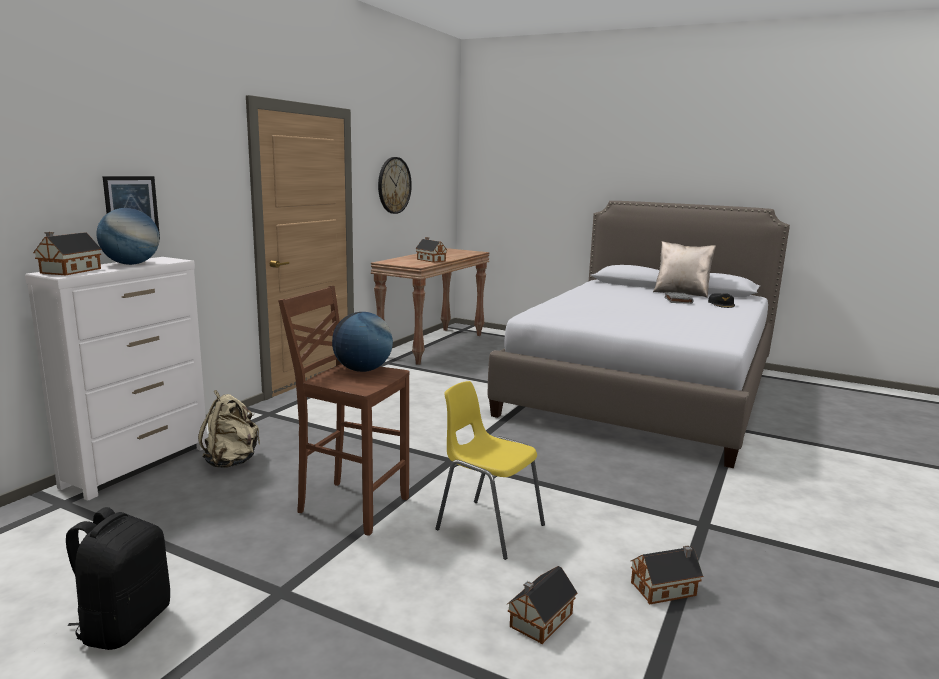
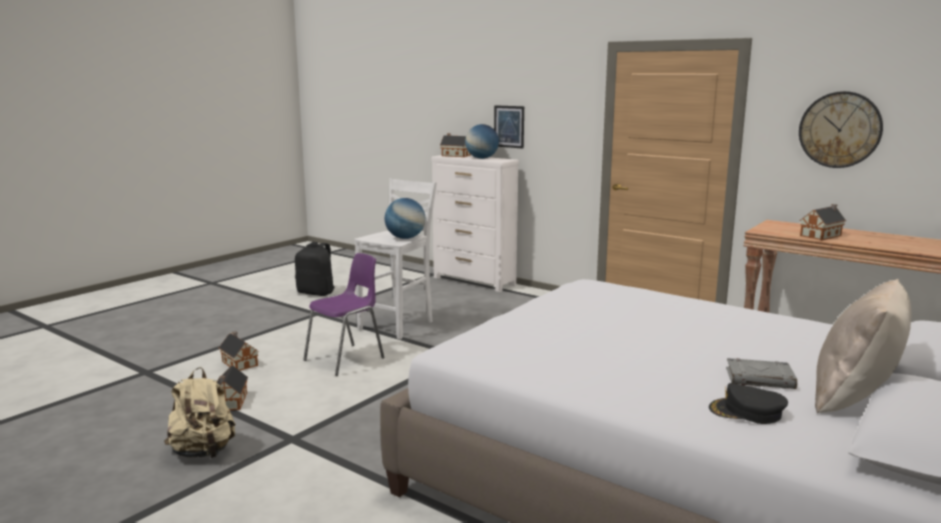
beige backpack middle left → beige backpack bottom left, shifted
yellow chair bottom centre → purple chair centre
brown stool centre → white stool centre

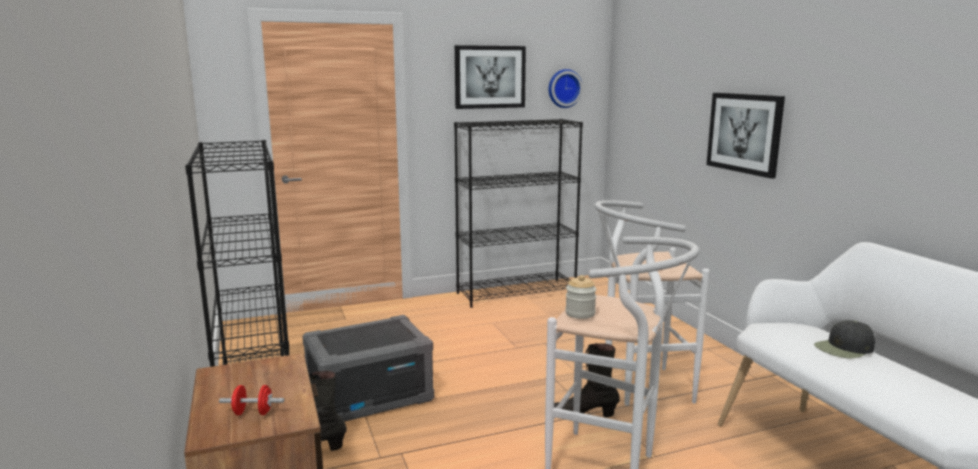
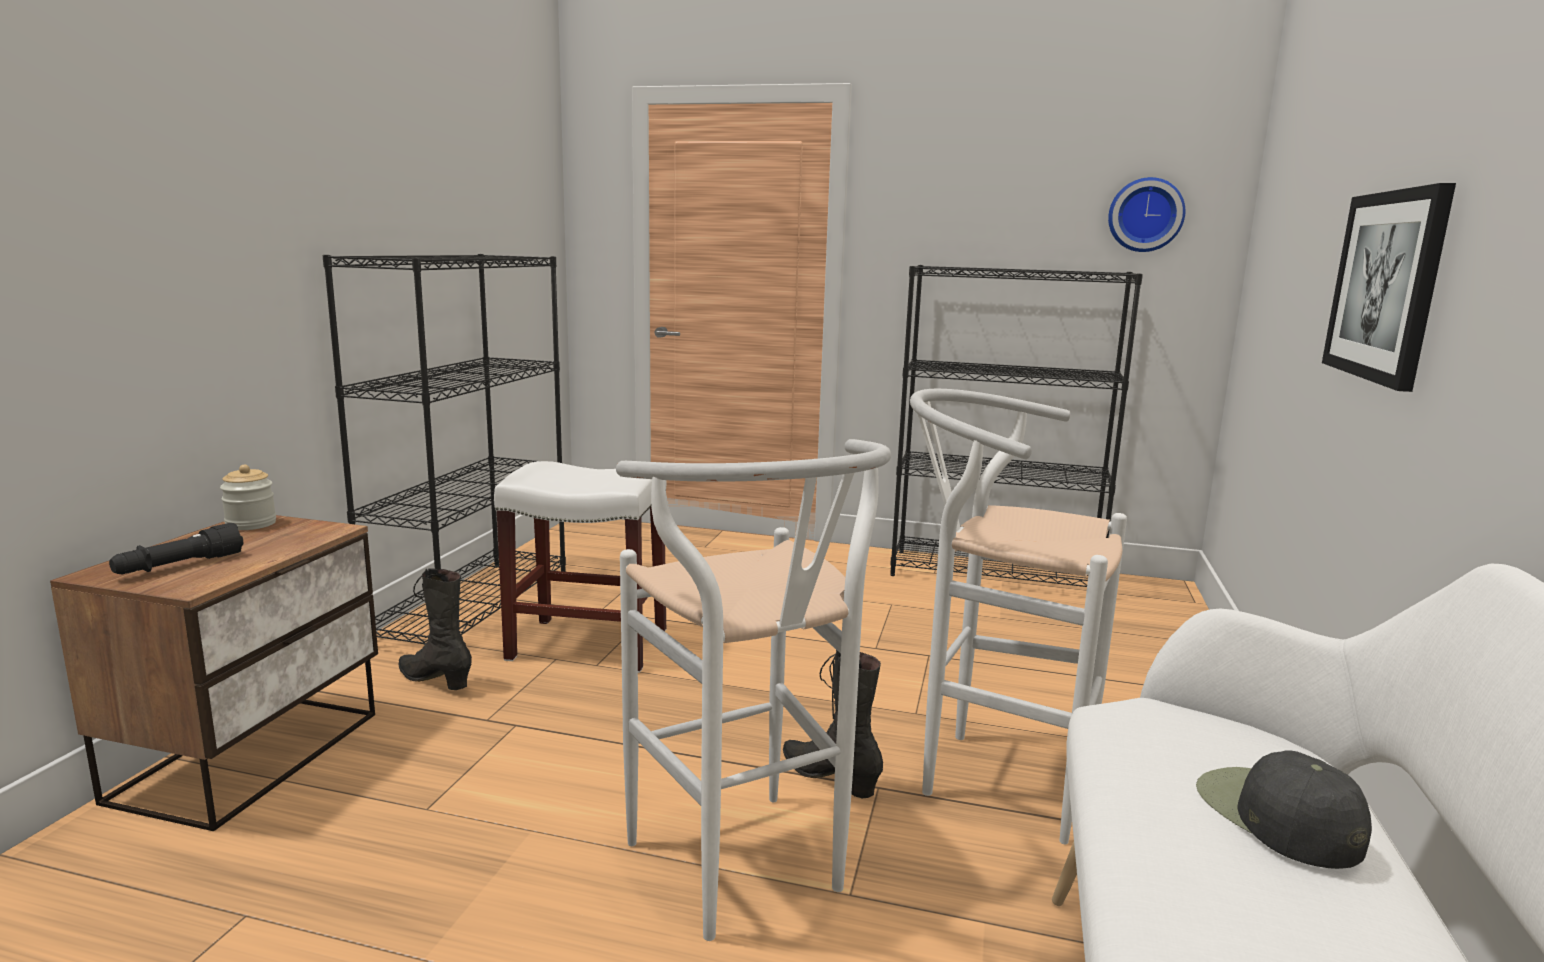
red dumbbell bottom left → black flashlight middle left
jar centre → jar middle left, shifted
grey storage box bottom centre → white stool (no. 1 from left) centre
black cap bottom right, 60 degrees clockwise
picture (no. 1 from left) top centre → -

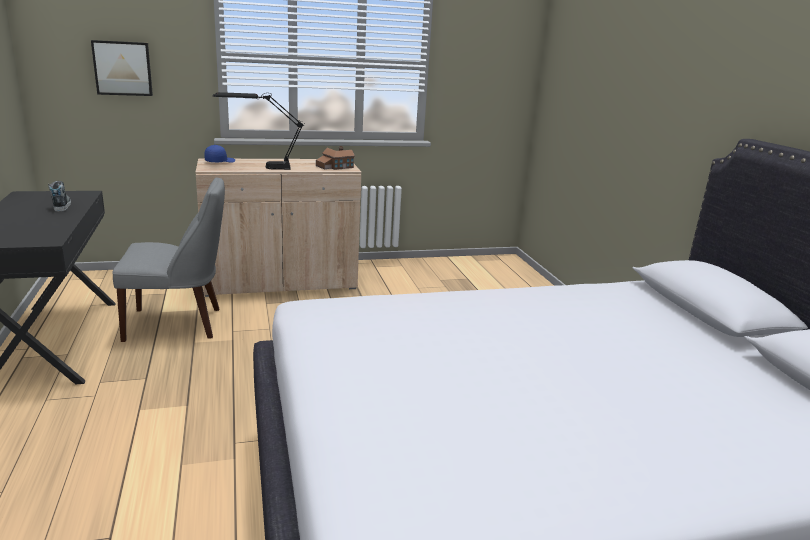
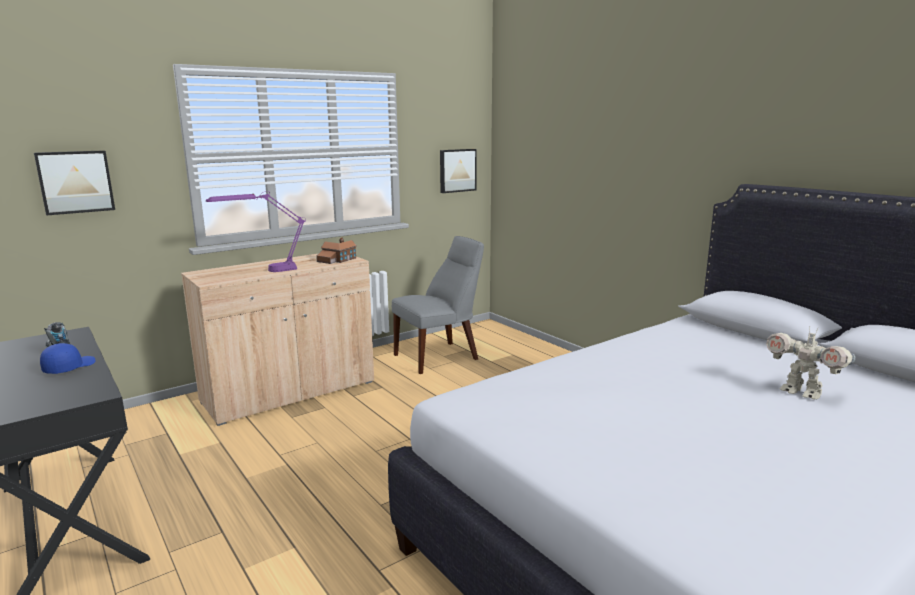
blue cap top left → blue cap middle left, shifted
black table lamp top left → purple table lamp middle left
grey chair middle left → grey chair centre, shifted
- → picture (no. 2 from left) top centre
- → toy robot middle right

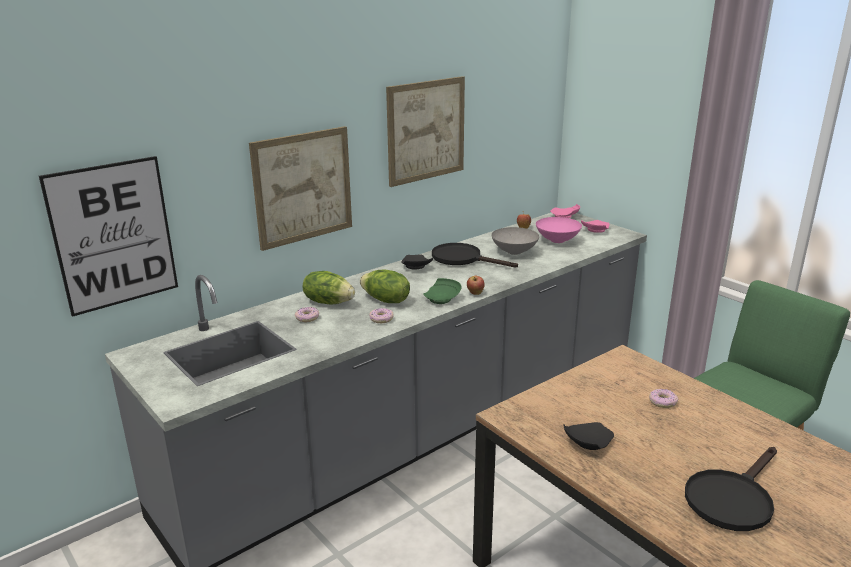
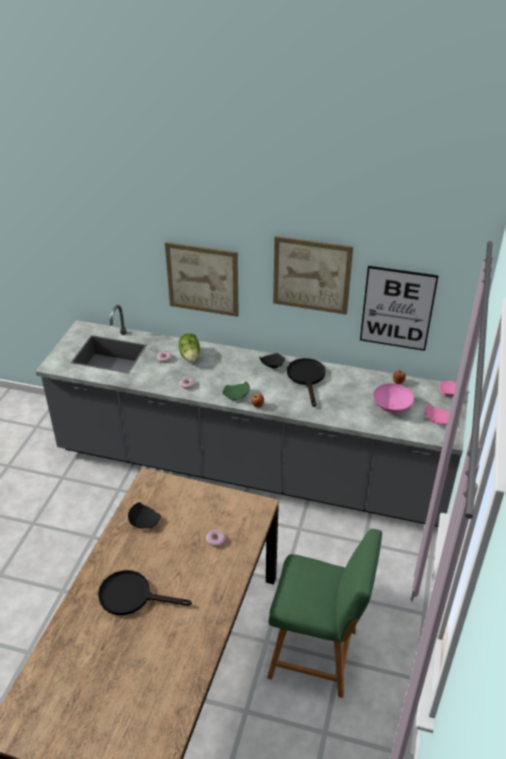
picture (no. 1 from left in the first image) middle left → picture (no. 3 from left) middle right, shifted
lettuce (no. 2 from left) centre → -
grey bowl centre → -

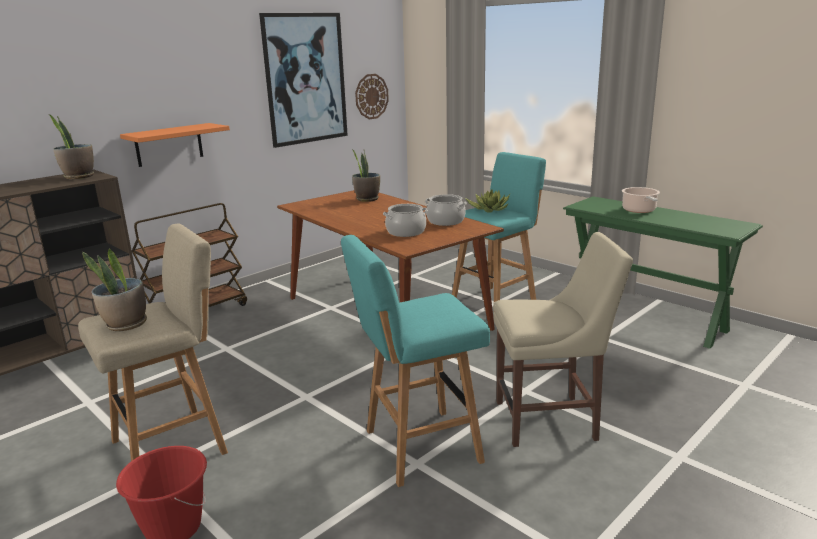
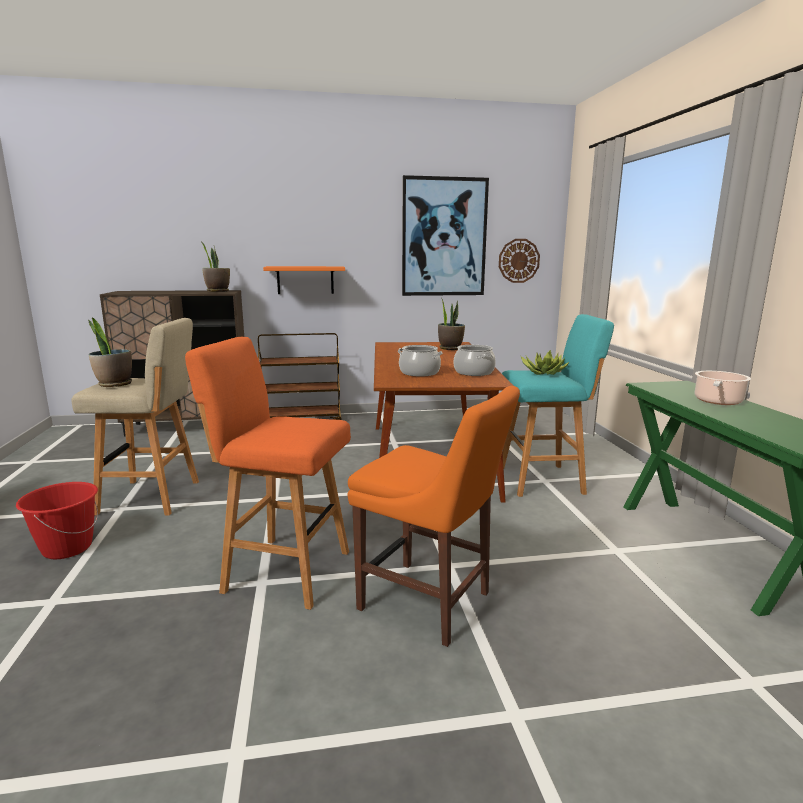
turquoise stool (no. 1 from left) bottom centre → orange stool centre
beige chair middle right → orange chair centre

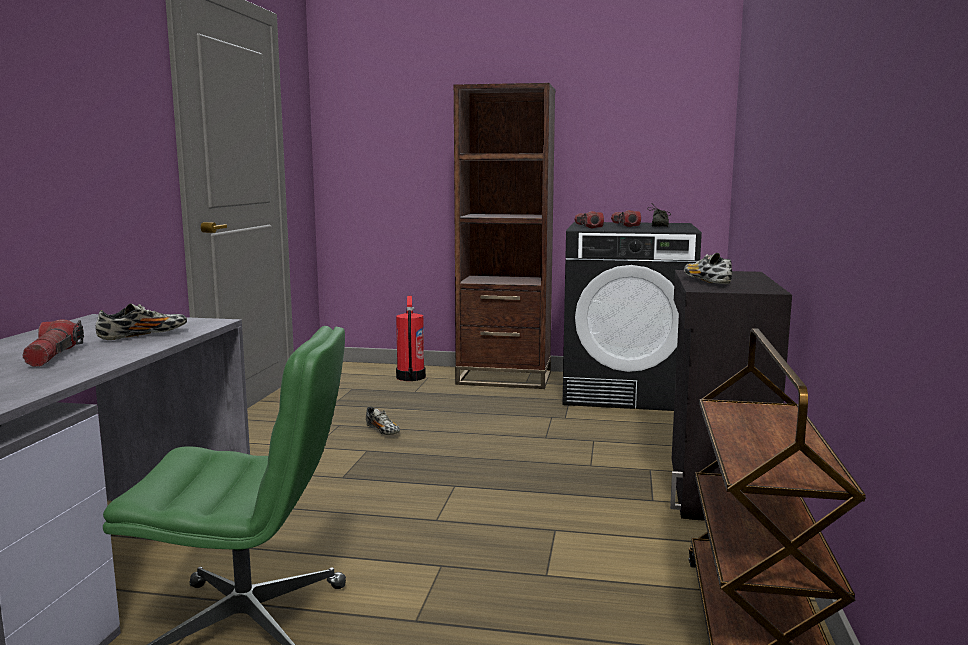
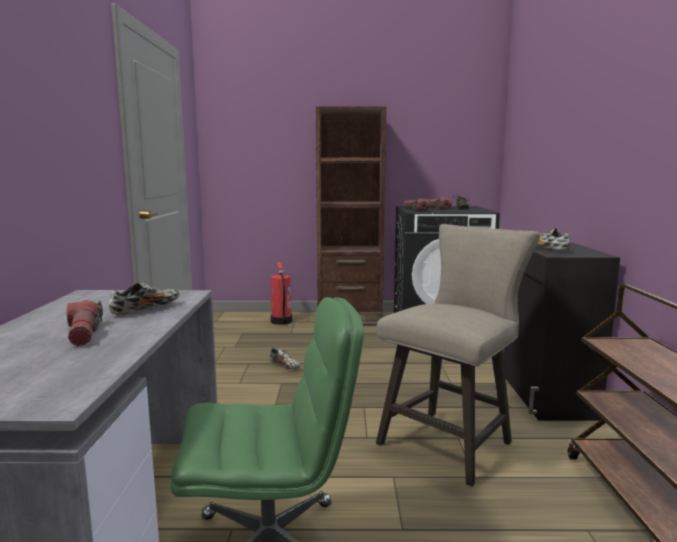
- → beige stool middle right

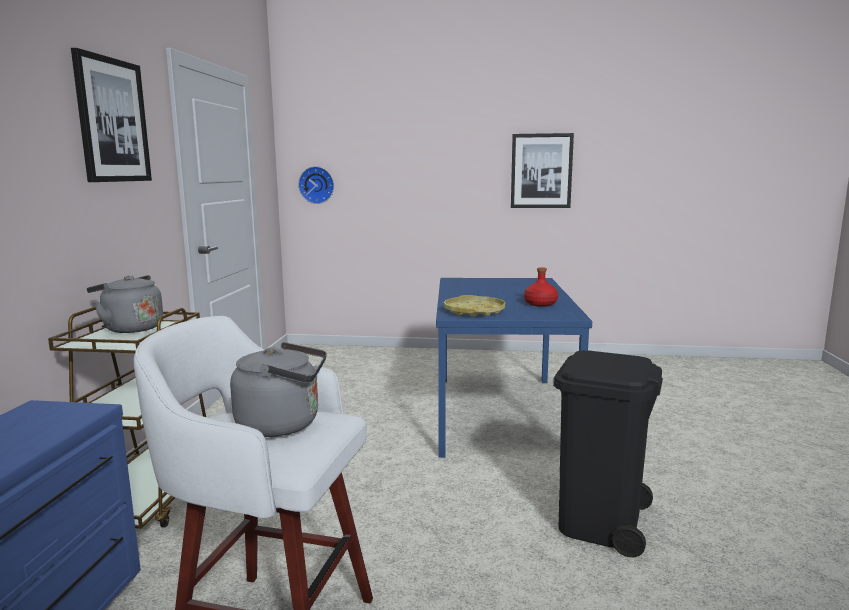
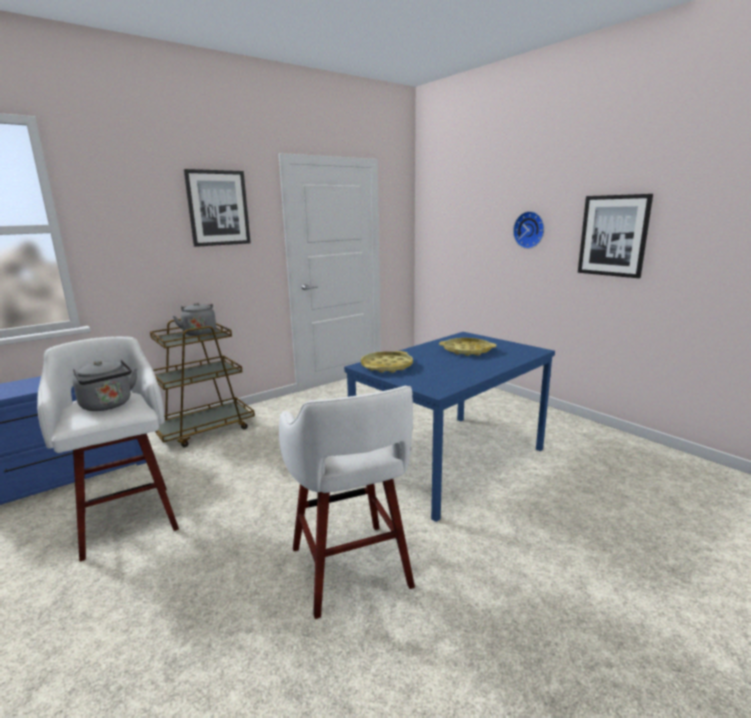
black trash can bottom right → white stool (no. 2 from left) bottom centre
- → yellow tray (no. 2 from left) centre
wall clock top centre → wall clock top right, shifted
red bottle centre → -

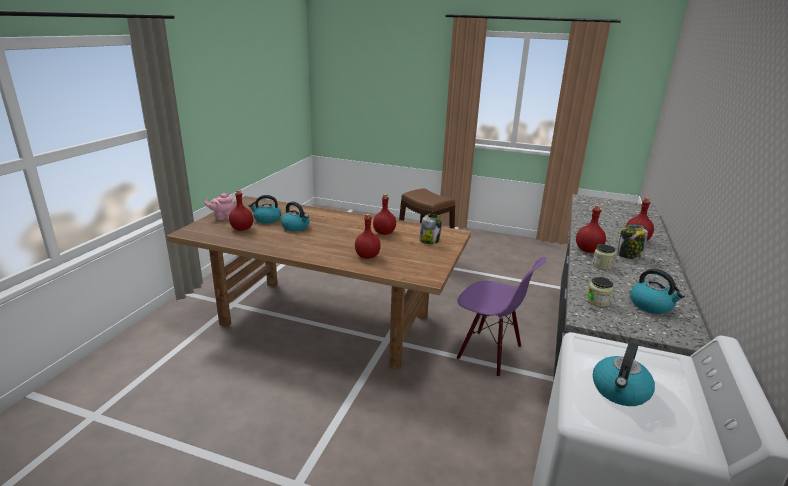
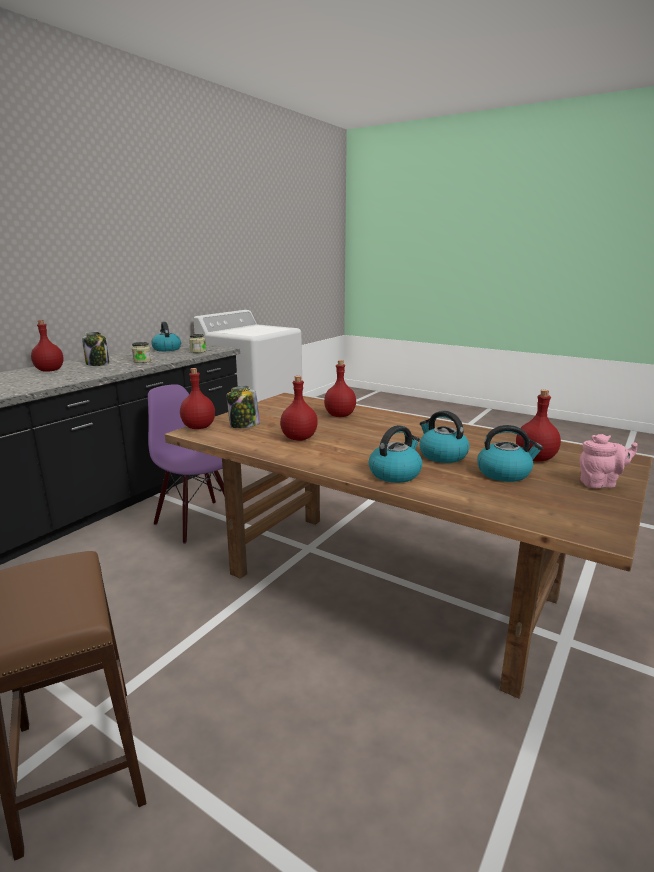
red bottle (no. 4 from left in the first image) middle right → red bottle (no. 2 from left) middle left, shifted
kettle (no. 3 from left in the first image) bottom right → kettle (no. 2 from left) centre, shifted

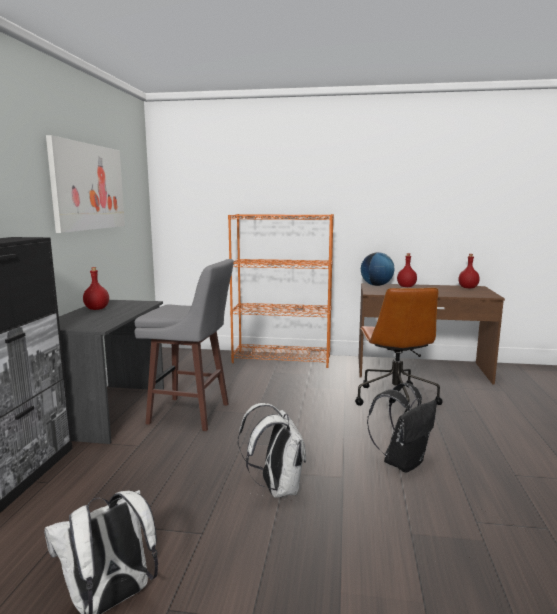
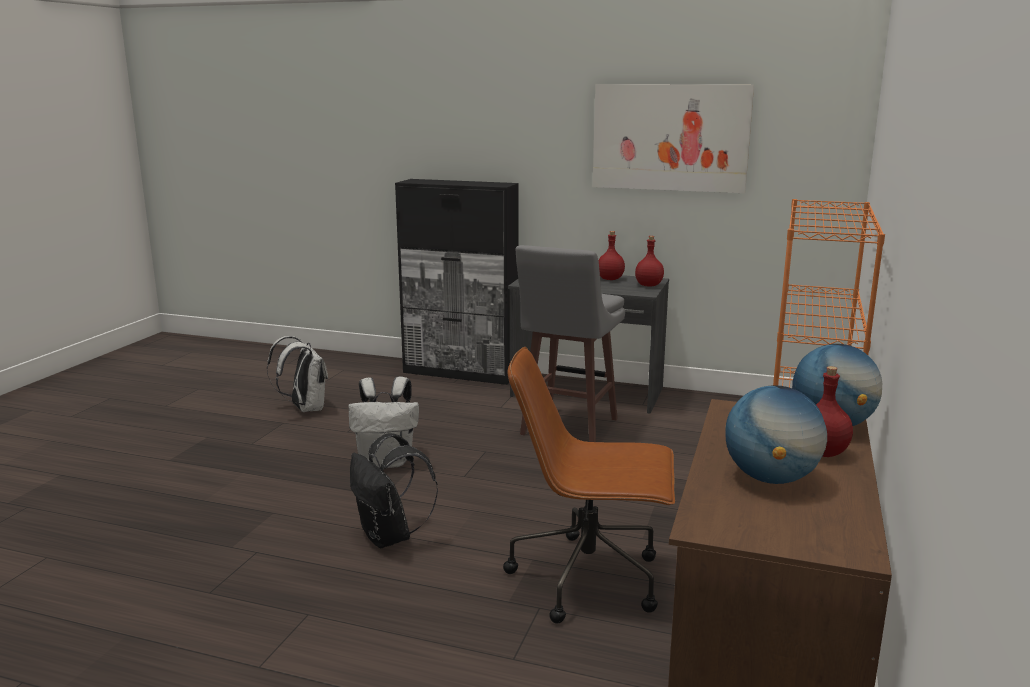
red bottle (no. 3 from left in the first image) middle right → red bottle (no. 2 from left) centre, shifted
- → globe (no. 1 from left) middle right

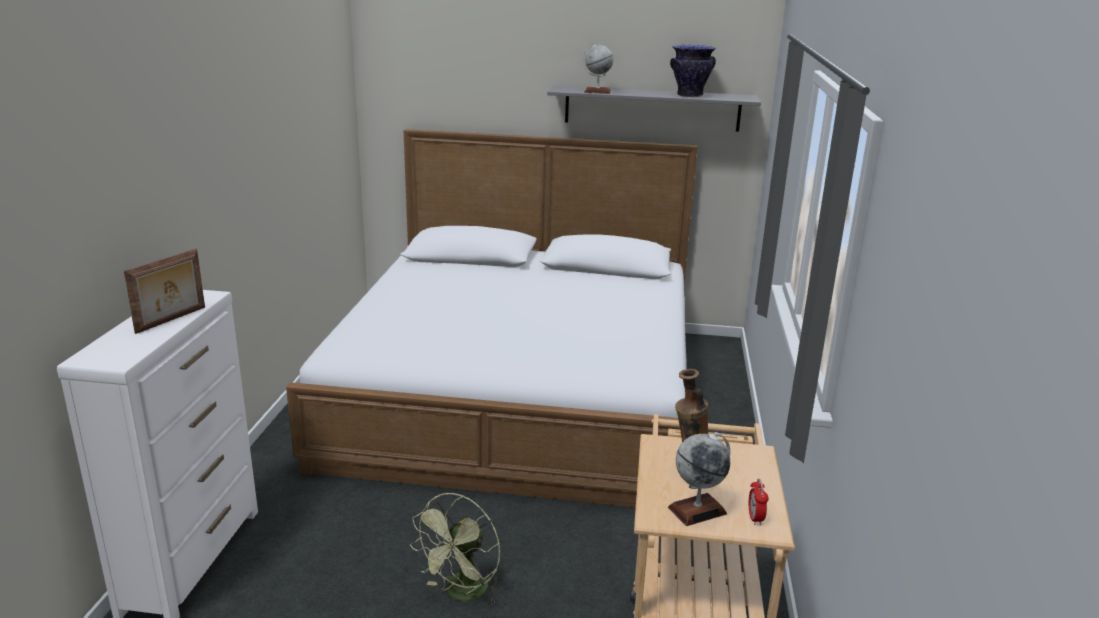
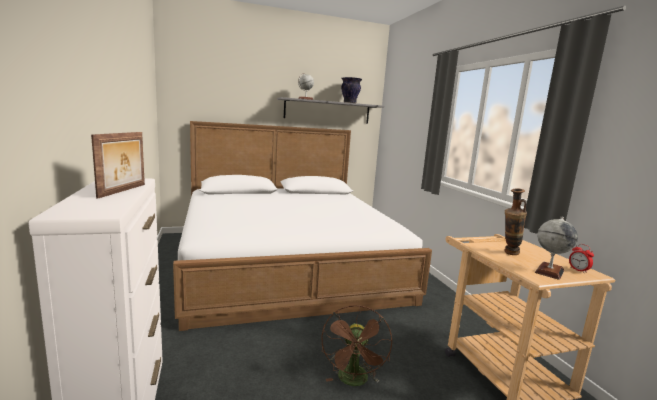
green fan bottom centre → brown fan bottom centre

